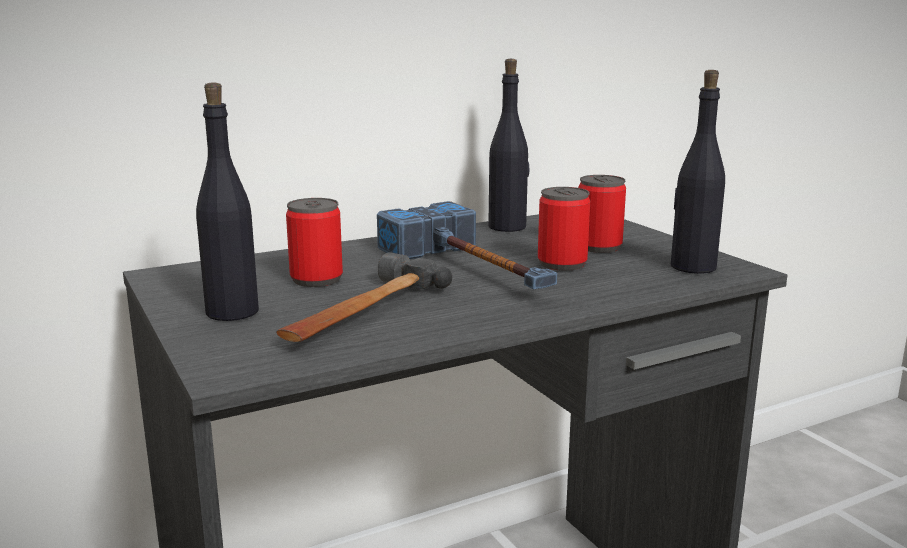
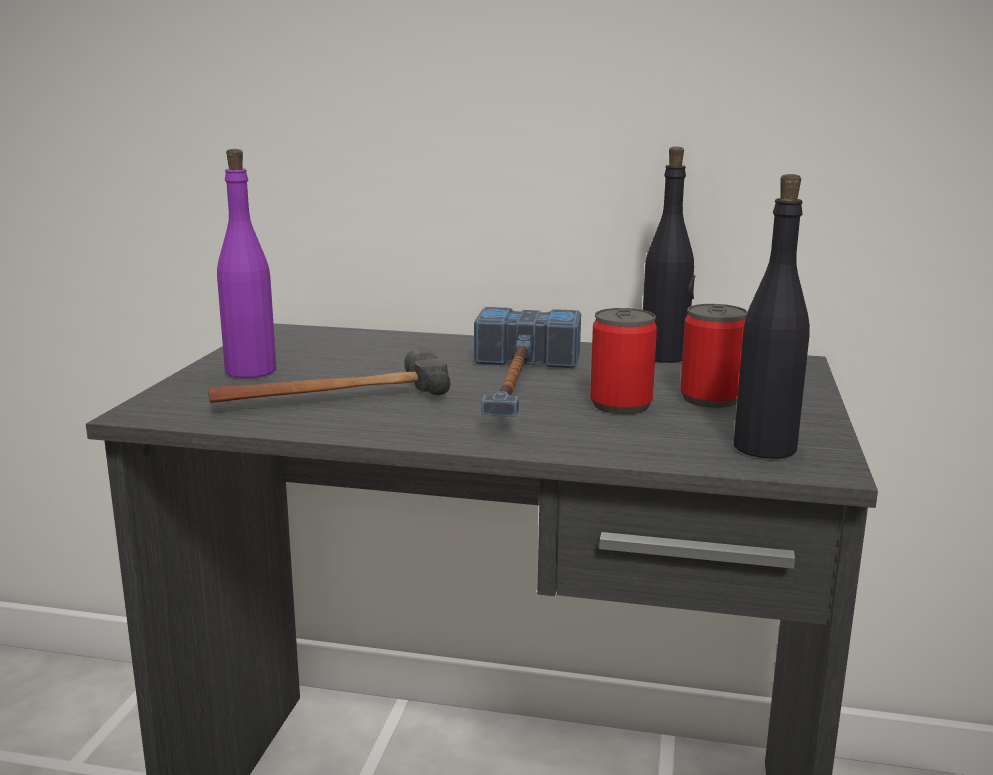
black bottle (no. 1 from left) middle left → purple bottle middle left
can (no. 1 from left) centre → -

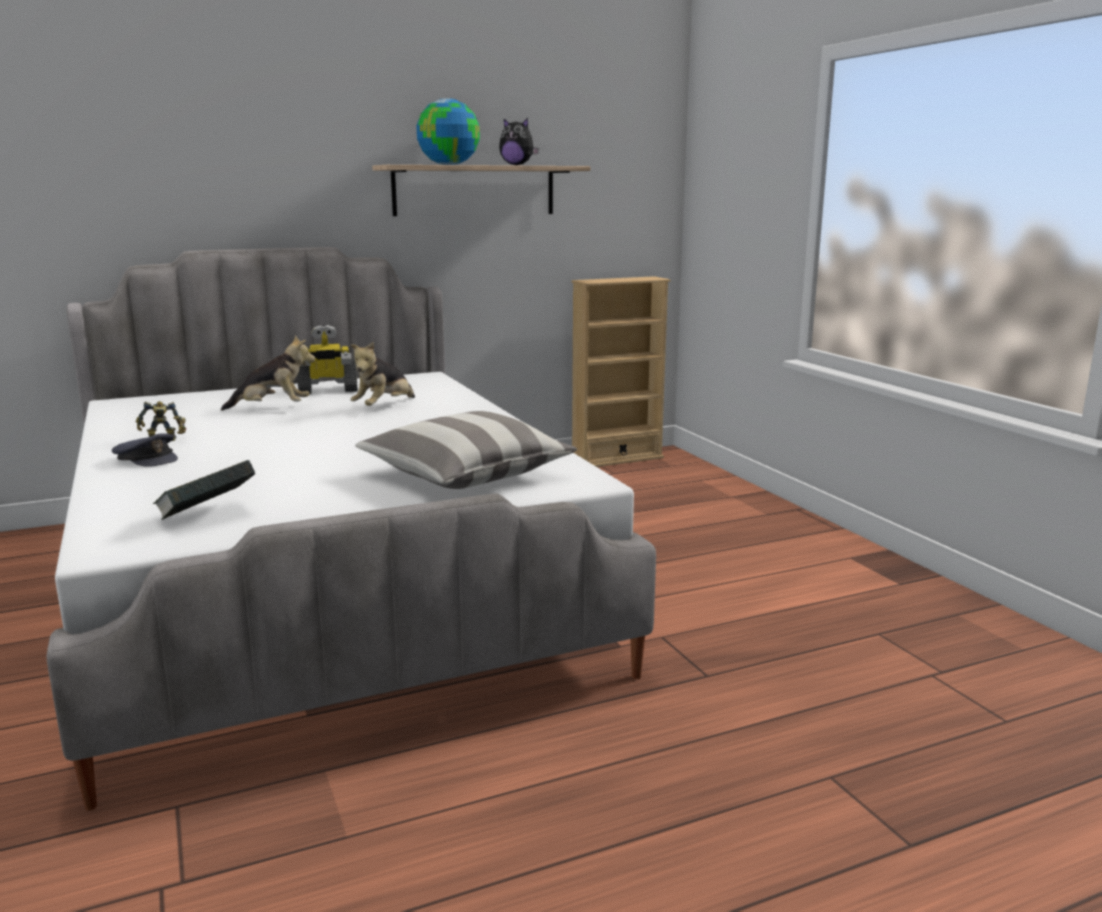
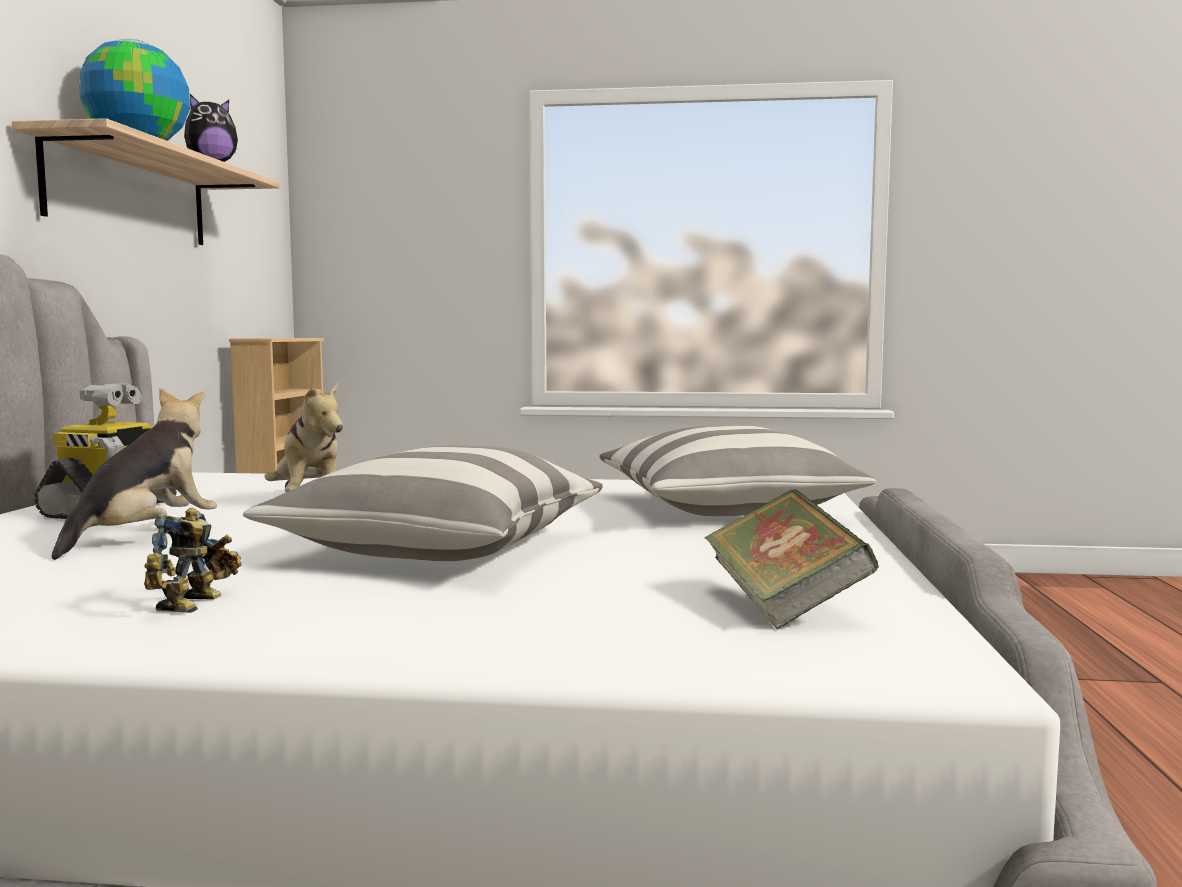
- → pillow (no. 1 from left) centre
grey cap middle left → -

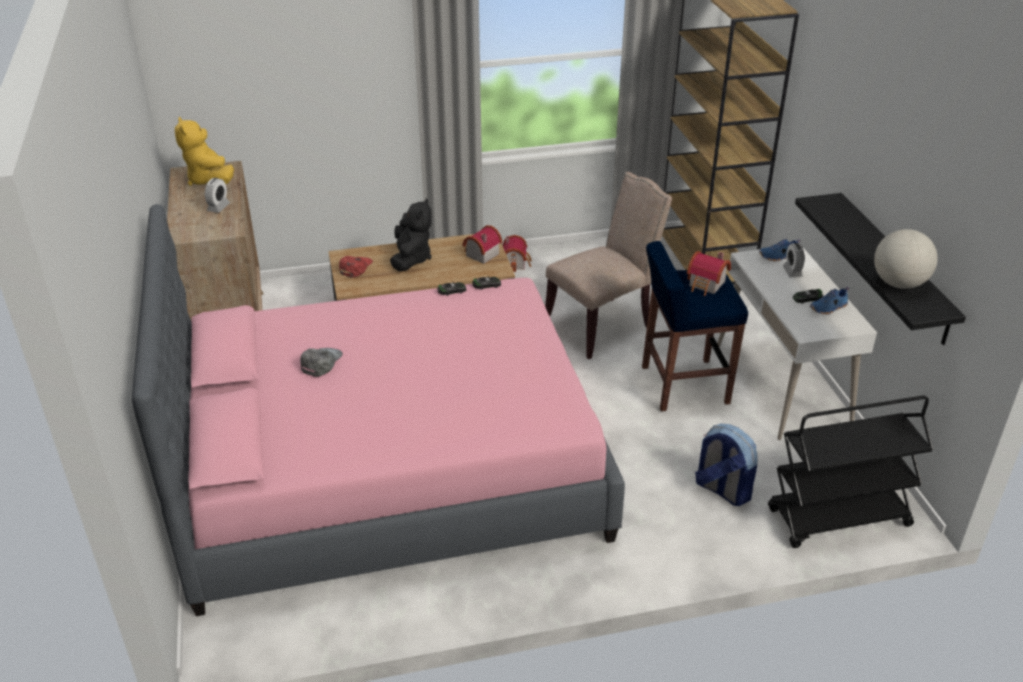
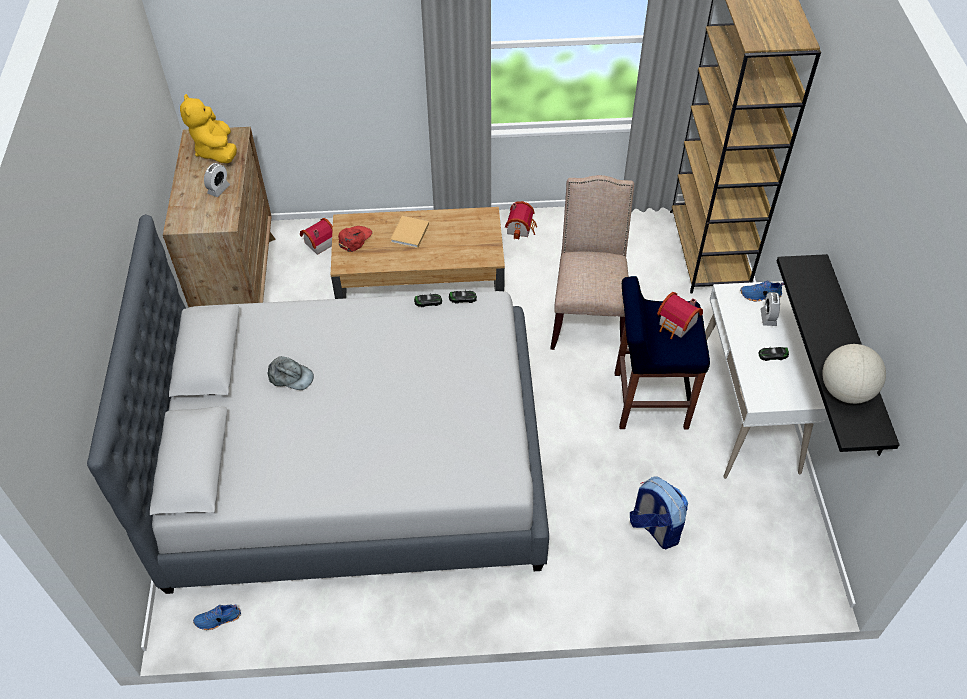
pink bed centre → grey bed middle left
blue shoe (no. 2 from left in the first image) middle right → blue shoe (no. 1 from left) bottom left, shifted
grey cap middle left, 75 degrees clockwise
toy house (no. 1 from left) centre → toy house (no. 1 from left) middle left, shifted
black plush toy centre → beige book top centre
beige chair centre, 60 degrees counterclockwise
black cart bottom right → -

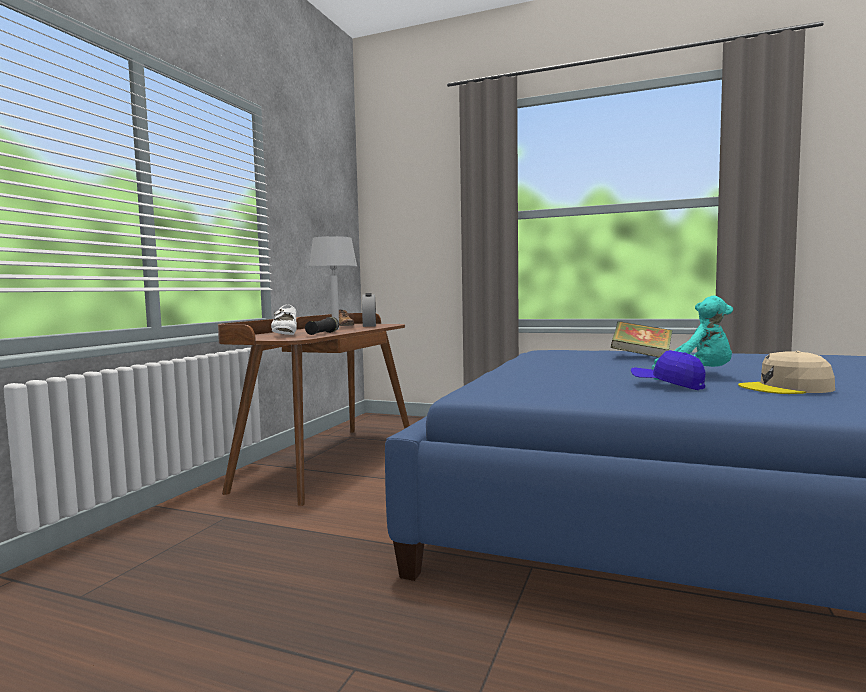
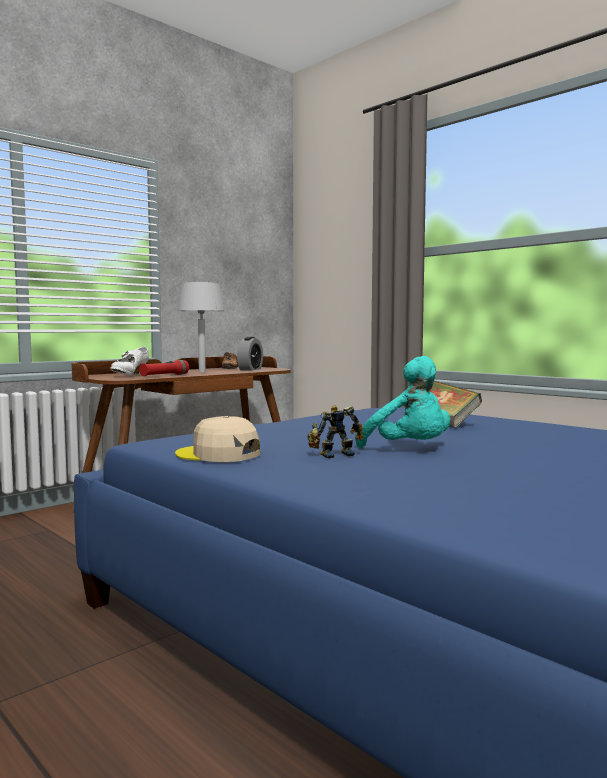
black flashlight centre → red flashlight middle left
beige cap middle right → beige cap centre, shifted
blue cap middle right → toy robot centre

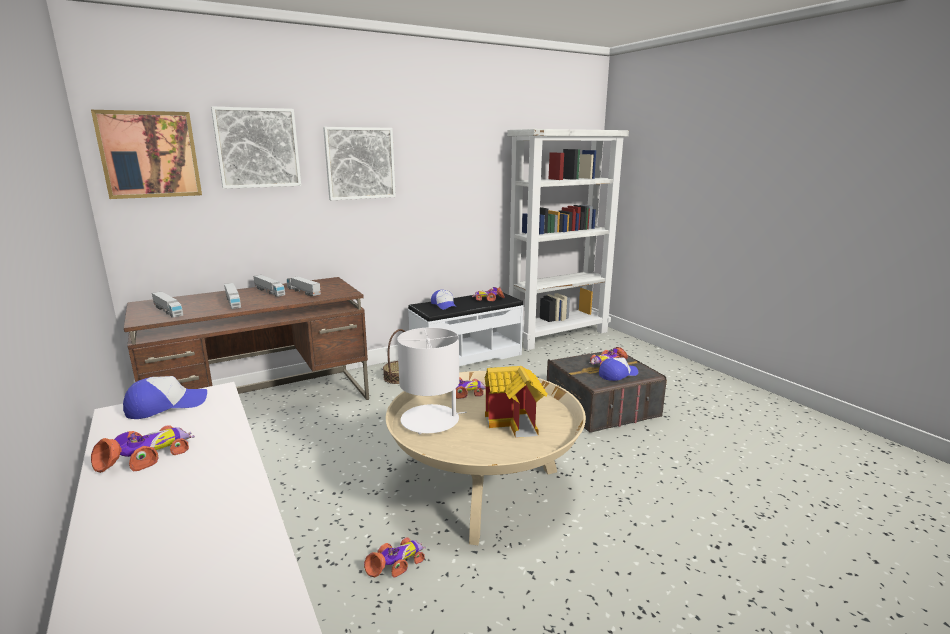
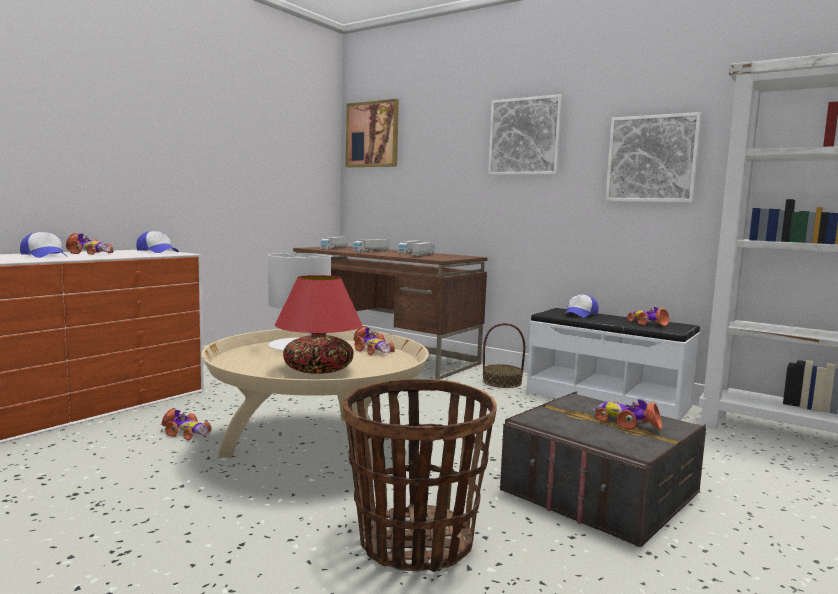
cap (no. 3 from left in the first image) centre → cap (no. 1 from left) middle left, shifted
toy house centre → red table lamp centre
- → basket (no. 1 from left) bottom centre
picture (no. 2 from left in the first image) top left → picture (no. 3 from left) top right, shifted

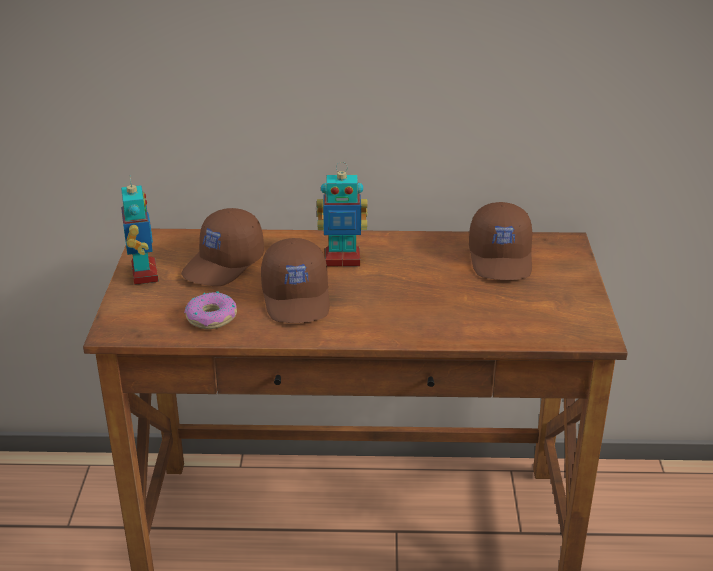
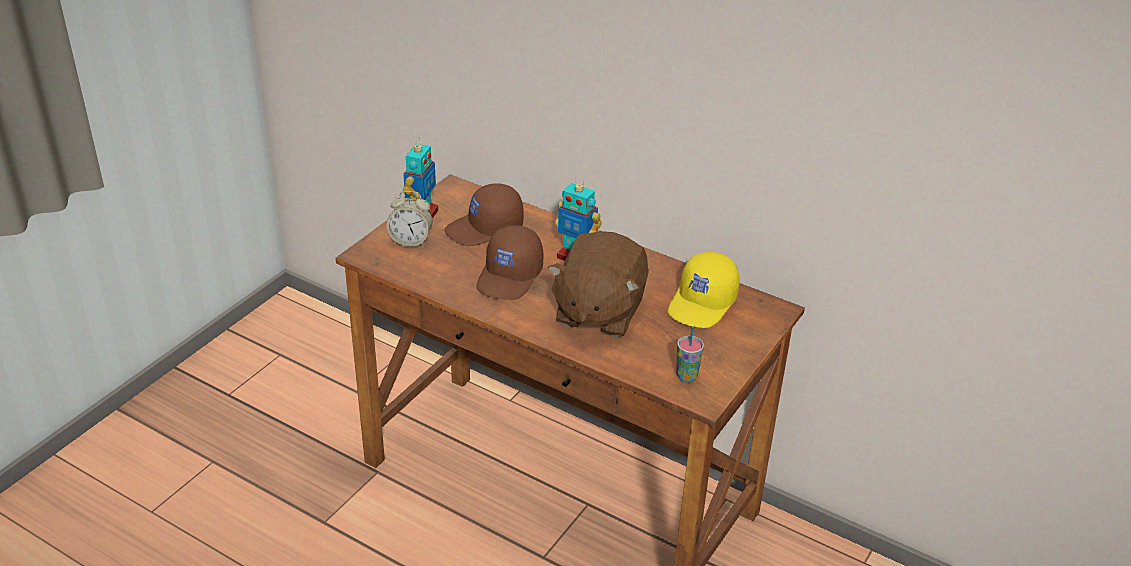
- → alarm clock centre
- → brown plush toy centre
brown cap (no. 3 from left) middle right → yellow cap centre
- → cup centre
donut middle left → -

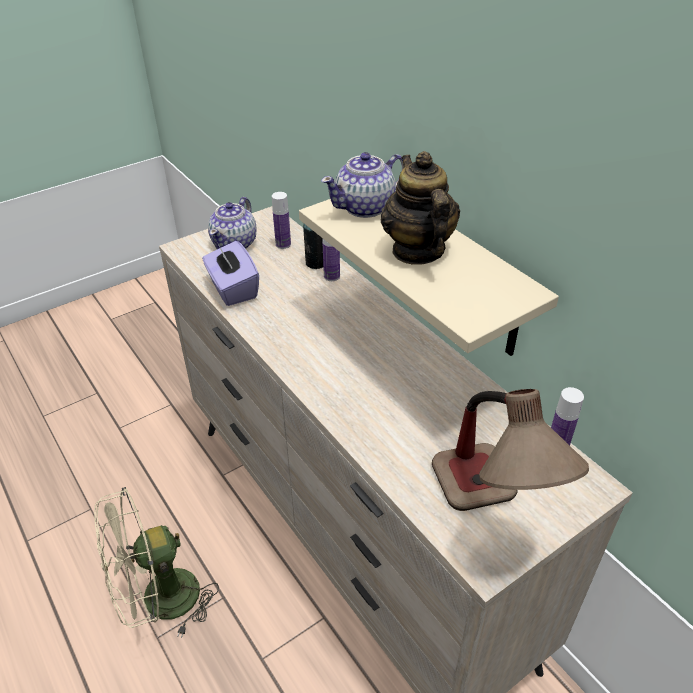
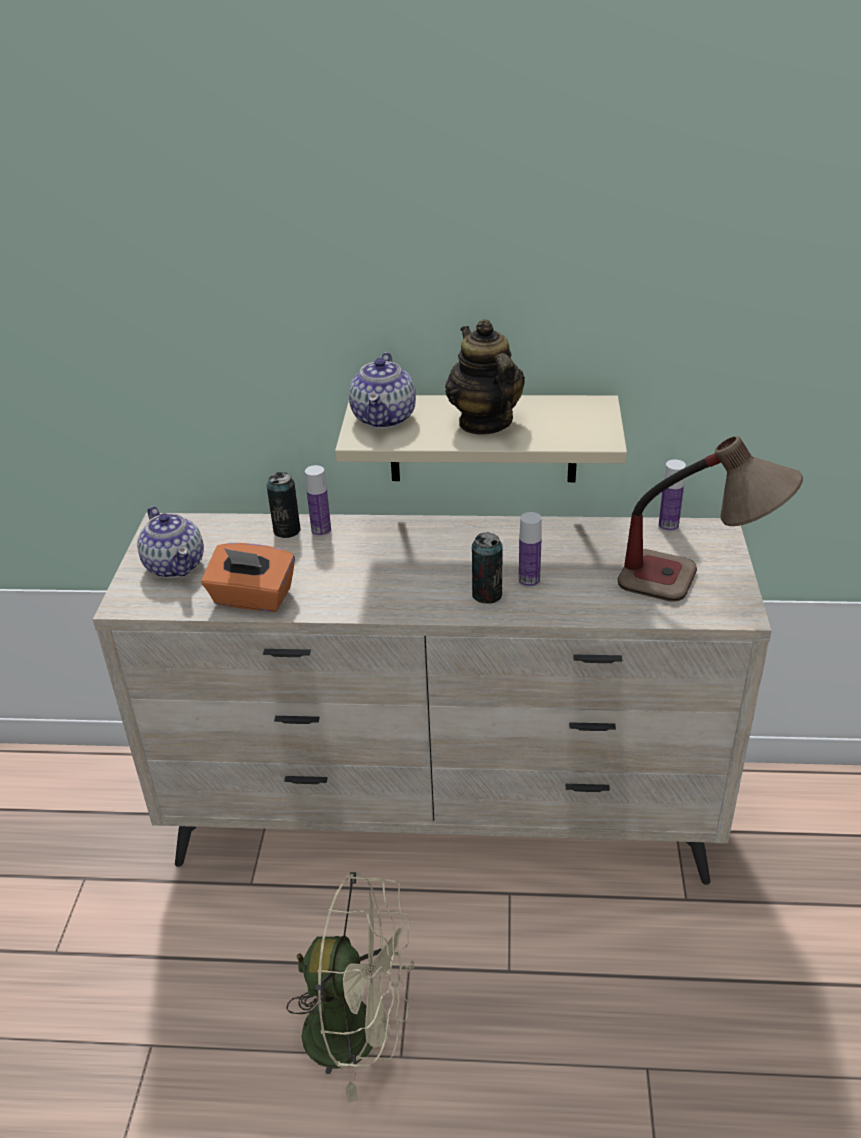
purple tissue box middle left → orange tissue box middle left
beige fan bottom left → beige fan bottom centre, 90 degrees counterclockwise
teapot (no. 3 from left) top centre, 45 degrees clockwise
- → can (no. 2 from left) centre
bottle (no. 1 from left in the first image) top centre → bottle (no. 2 from left) centre, shifted

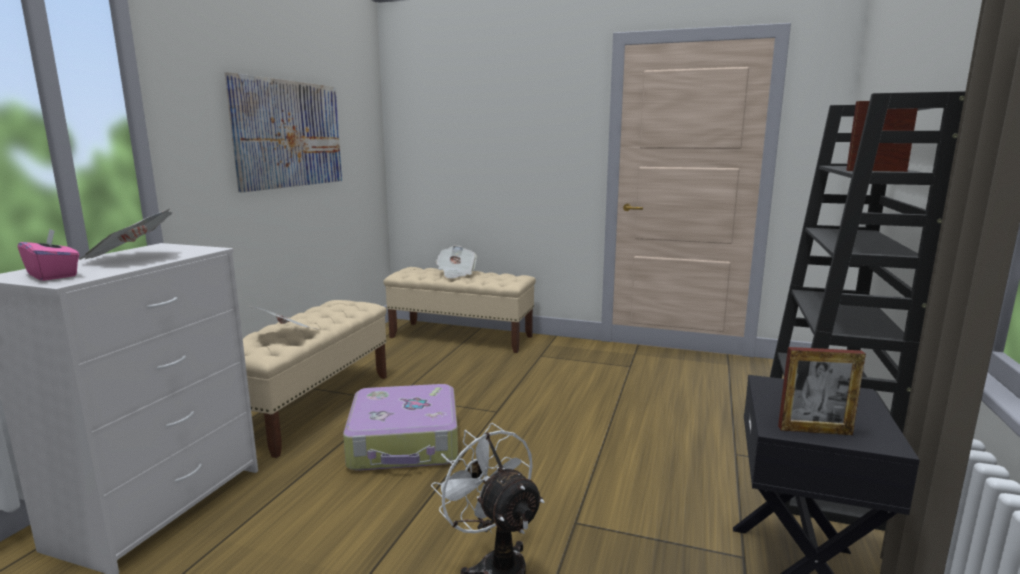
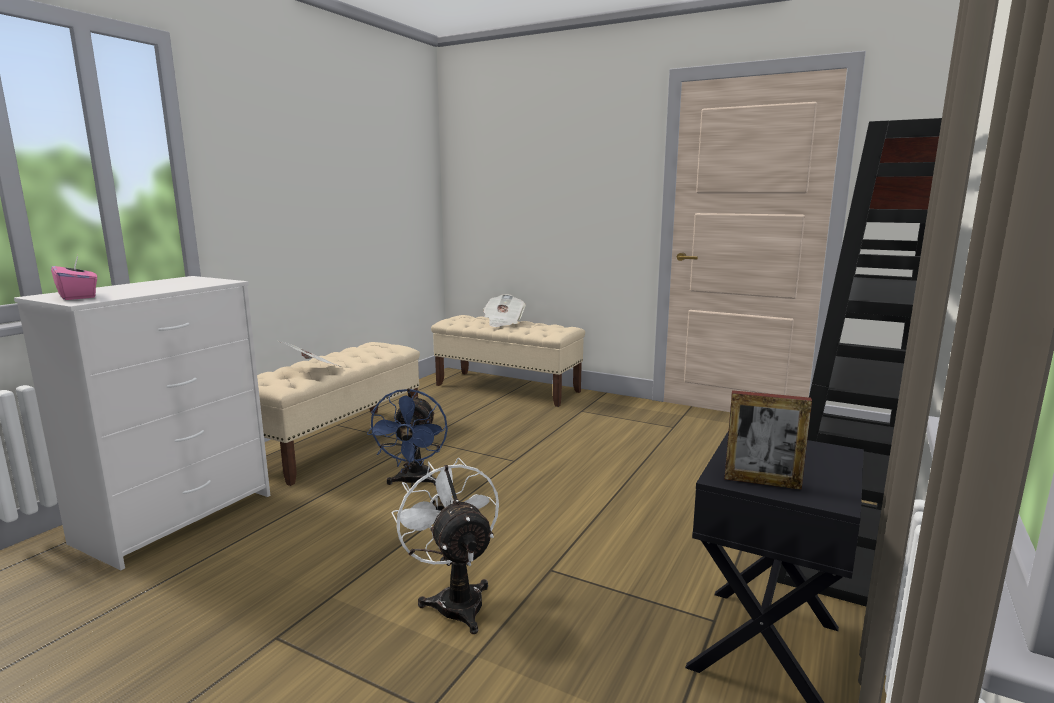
suitcase bottom centre → blue fan centre
newspaper (no. 1 from left) middle left → -
picture top left → -

